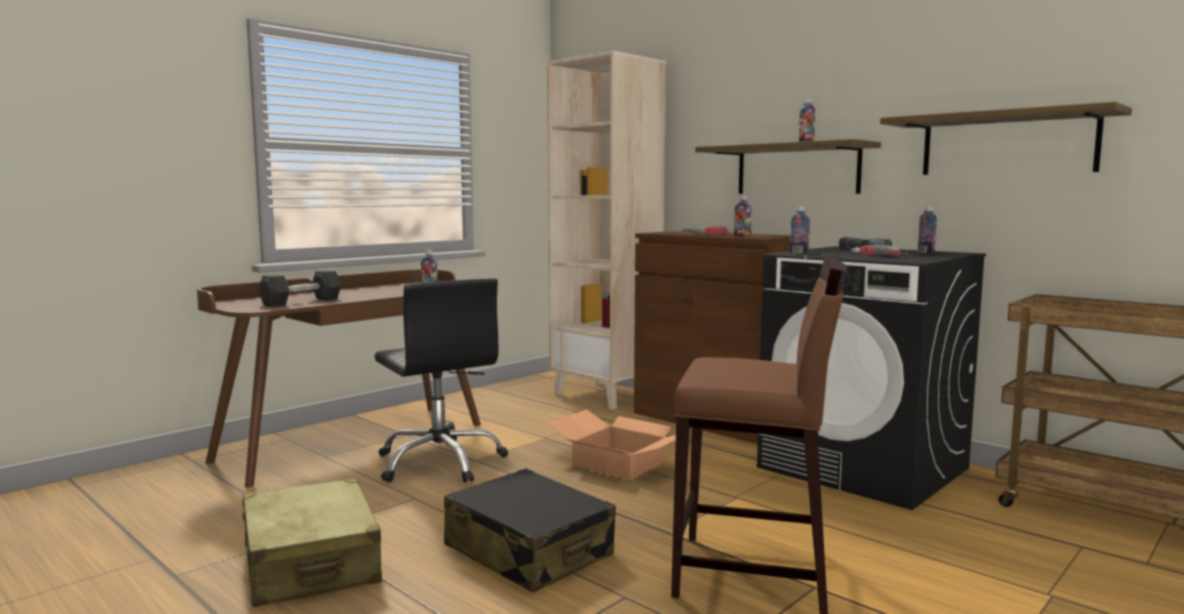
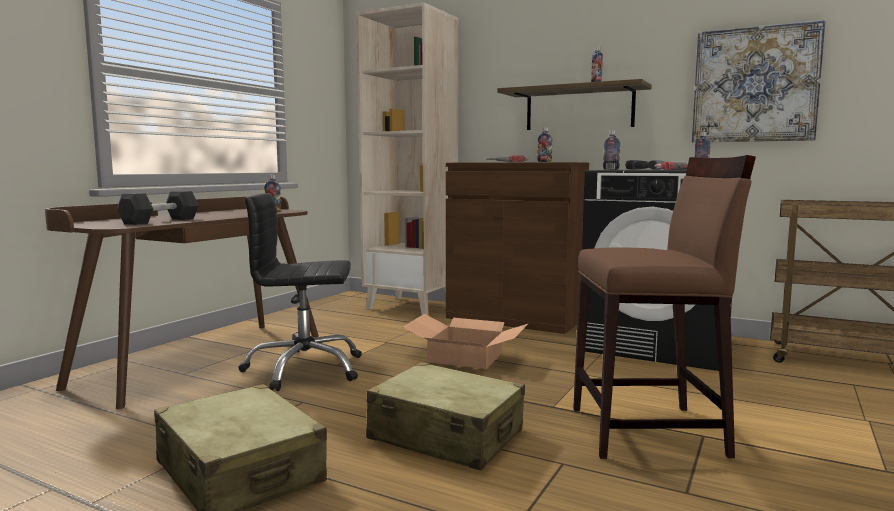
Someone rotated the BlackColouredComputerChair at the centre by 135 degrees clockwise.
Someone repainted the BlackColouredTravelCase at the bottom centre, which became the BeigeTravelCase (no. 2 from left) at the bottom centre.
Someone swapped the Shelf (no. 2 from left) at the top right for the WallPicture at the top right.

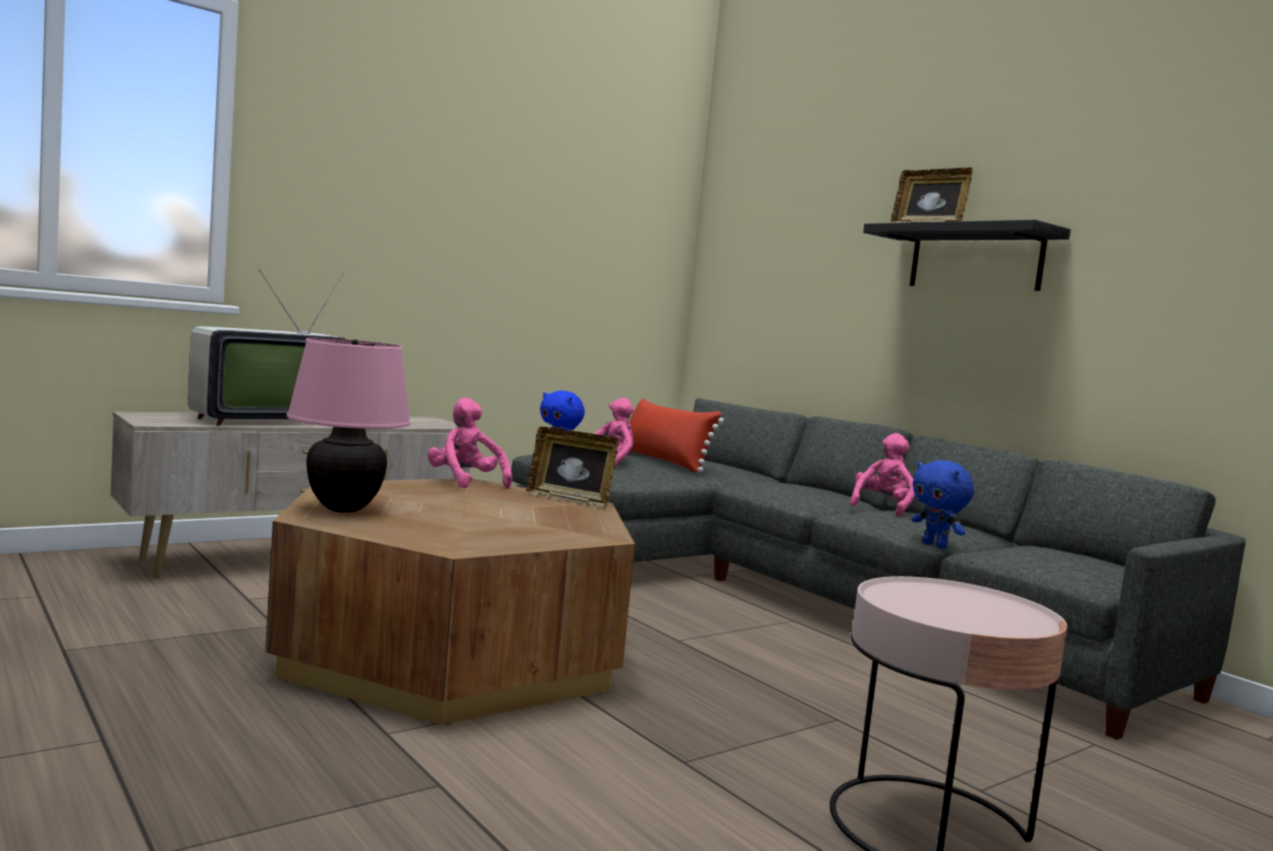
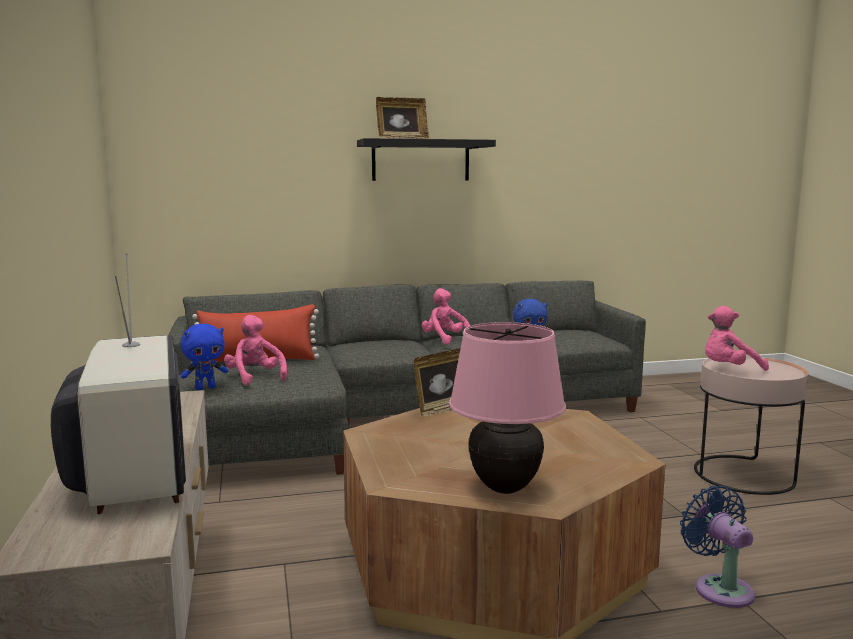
Someone carried the PinkCuddlyToy (no. 1 from left in the first image) from the centre to the middle right.
Someone put down the BluishElectricFan at the bottom right.

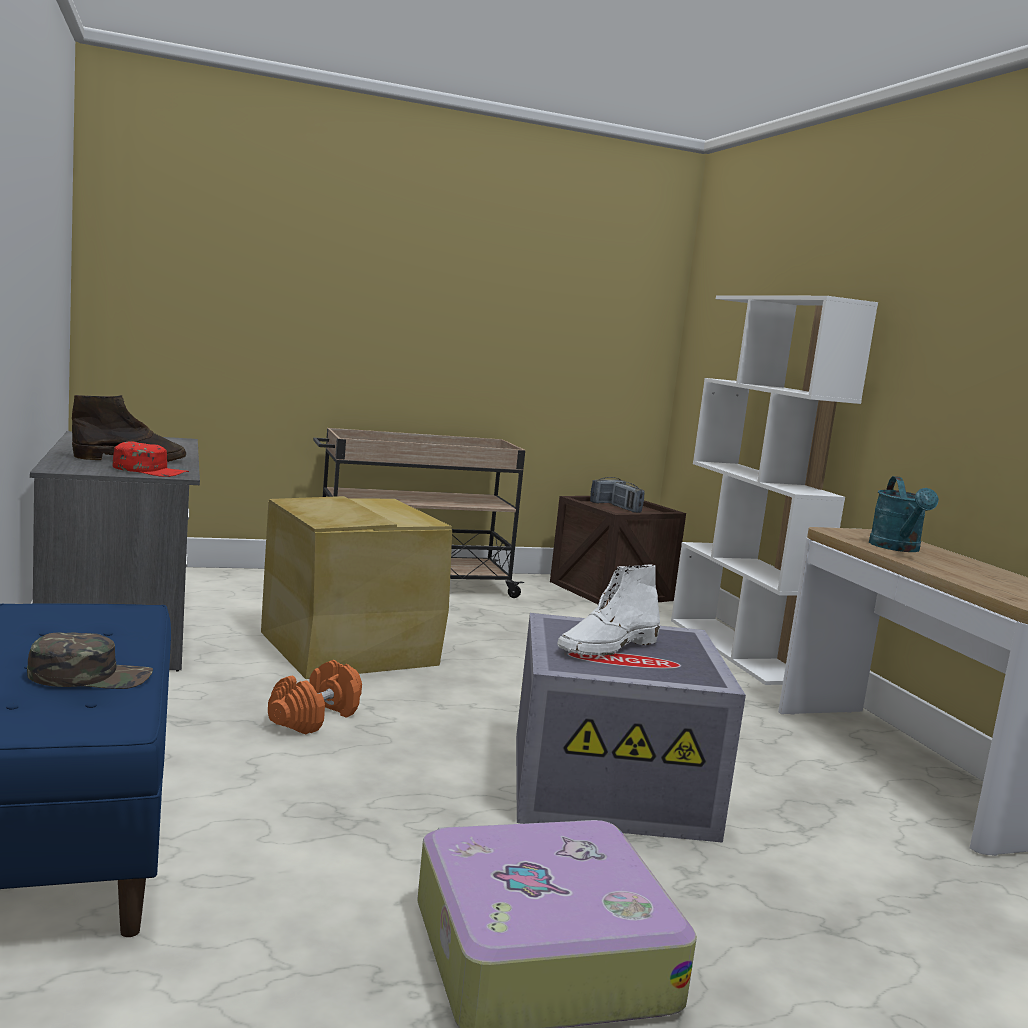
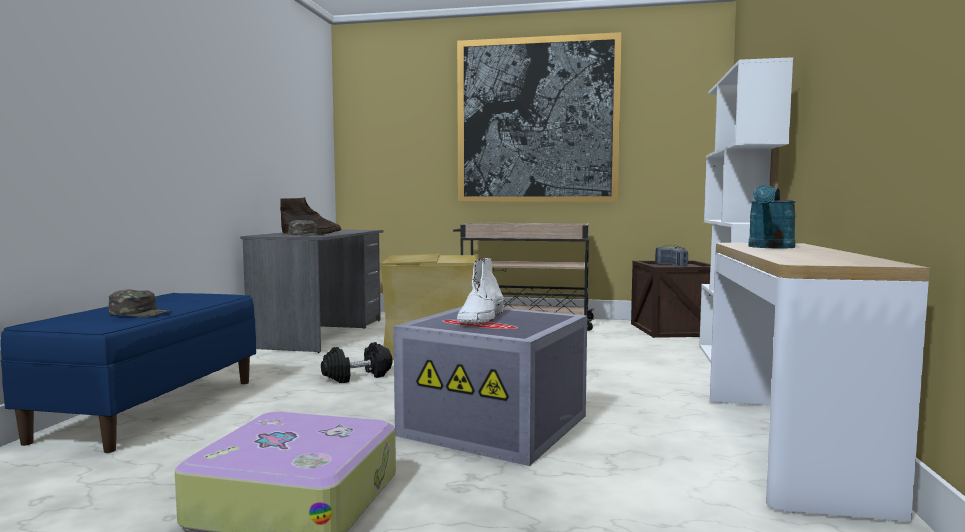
Someone repainted the RedColouredCap at the middle left, which became the GreenColouredCap (no. 2 from left) at the middle left.
Someone repainted the OrangeHandWeight at the bottom left, which became the BlackColouredHandWeight at the bottom centre.
Someone rotated the WhitishTallBoot at the centre by 60 degrees counterclockwise.
Someone put up the WallPicture at the top centre.

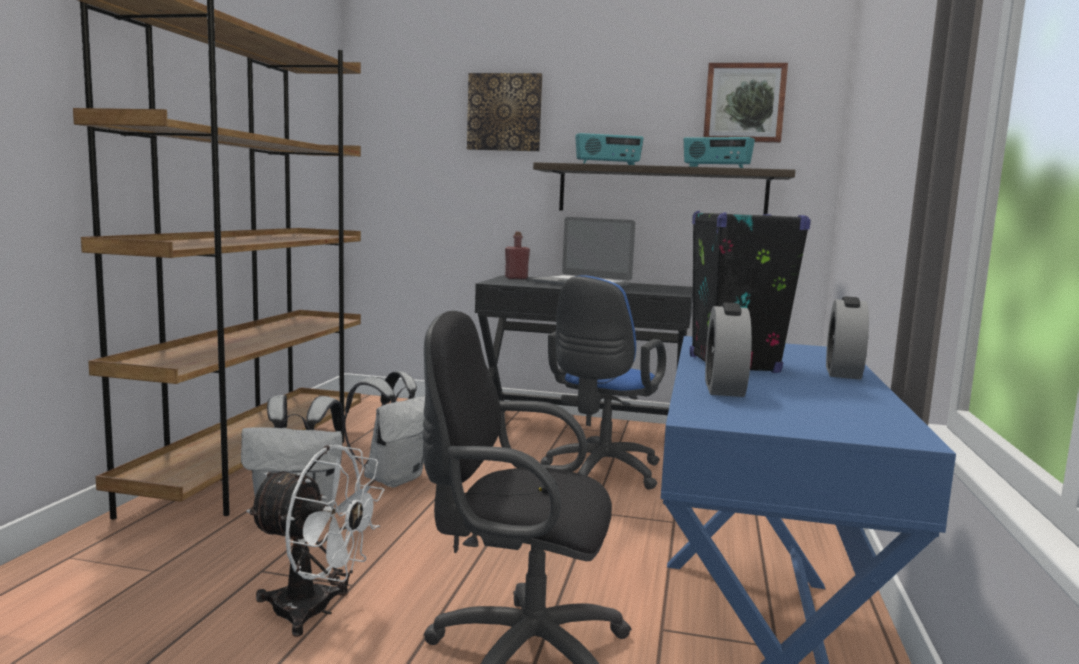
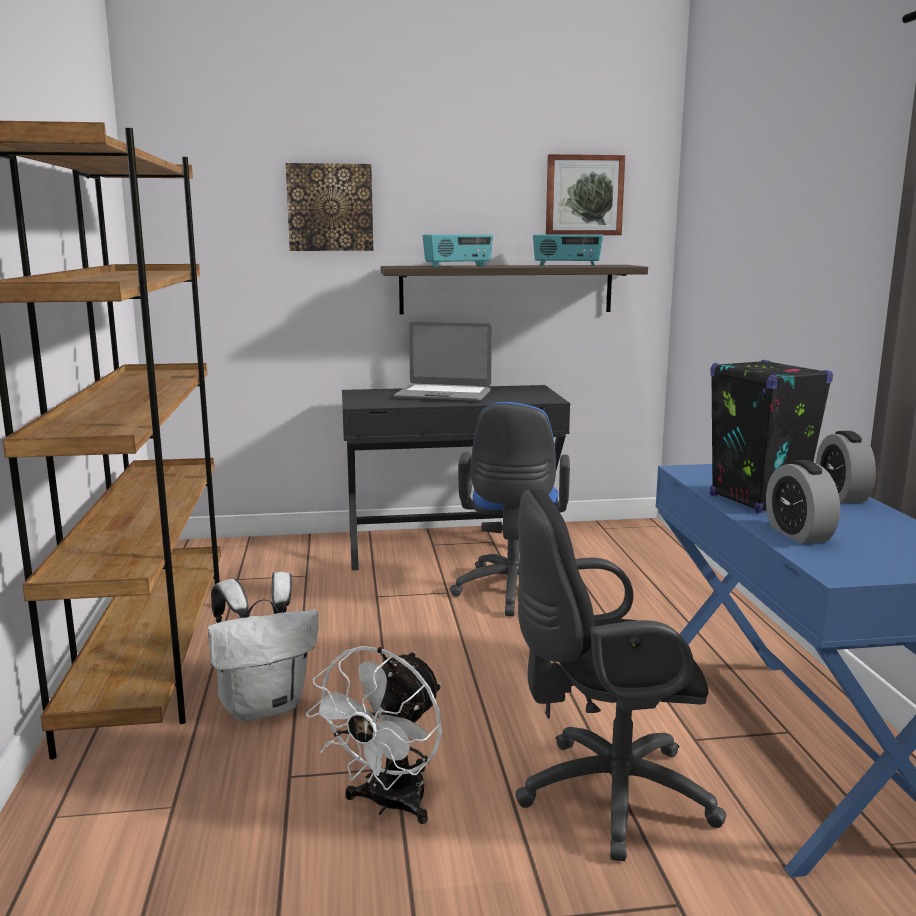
Someone rotated the WhitishElectricFan at the bottom left by 120 degrees clockwise.
Someone took away the WhitishKnapsack (no. 2 from left) at the centre.
Someone took away the RedColouredDrinkBottle at the centre.

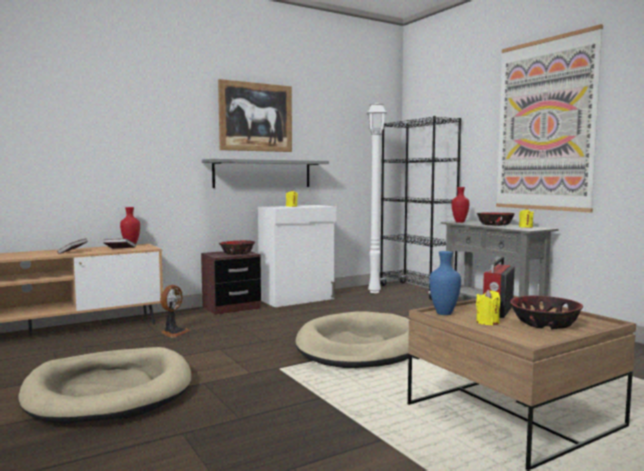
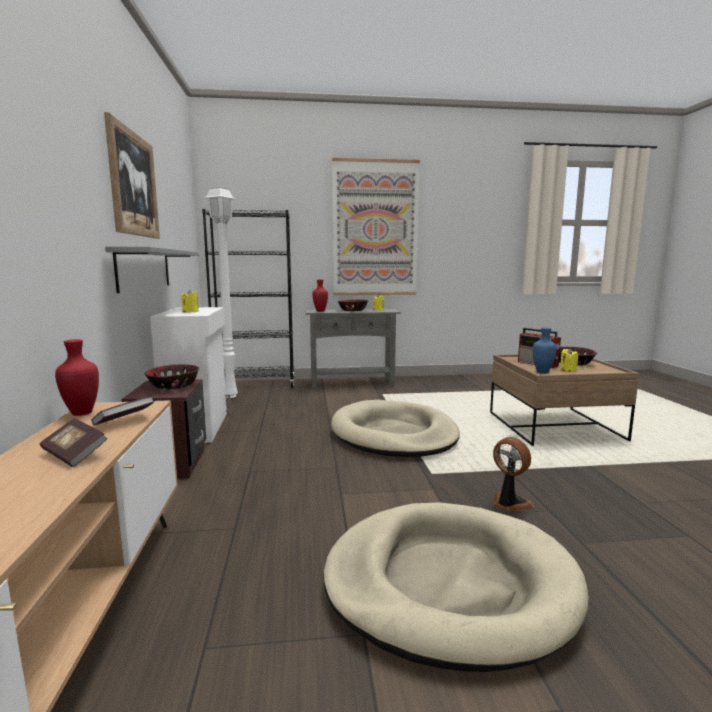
Someone carried the ElectricFan from the middle left to the middle right.

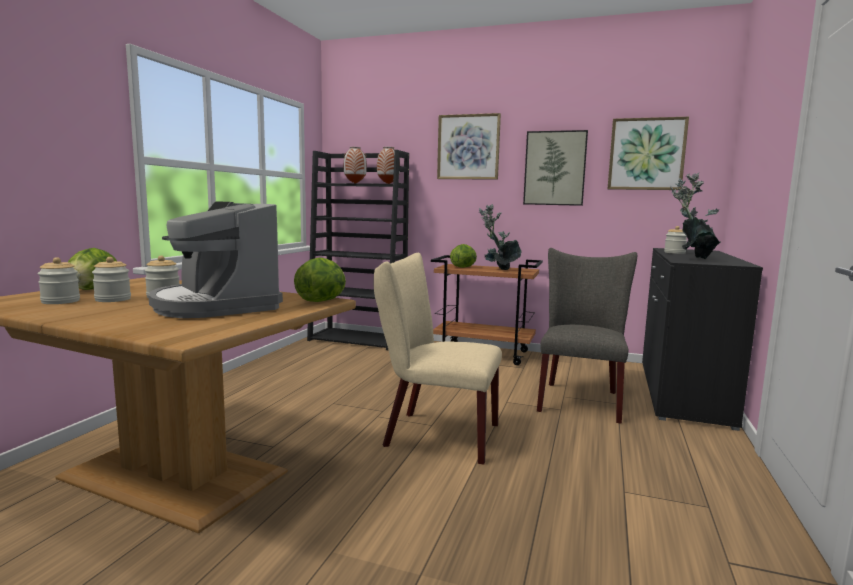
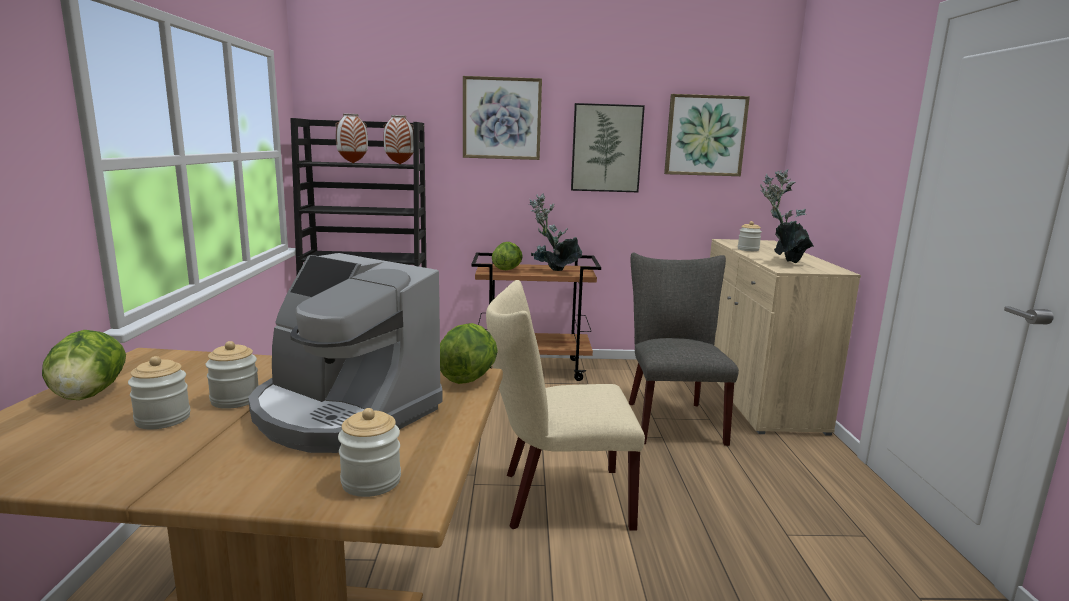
Someone carried the Jar (no. 1 from left in the first image) from the middle left to the bottom centre.
Someone repainted the BlackColouredCabinet at the middle right, which became the BeigeCabinet at the middle right.

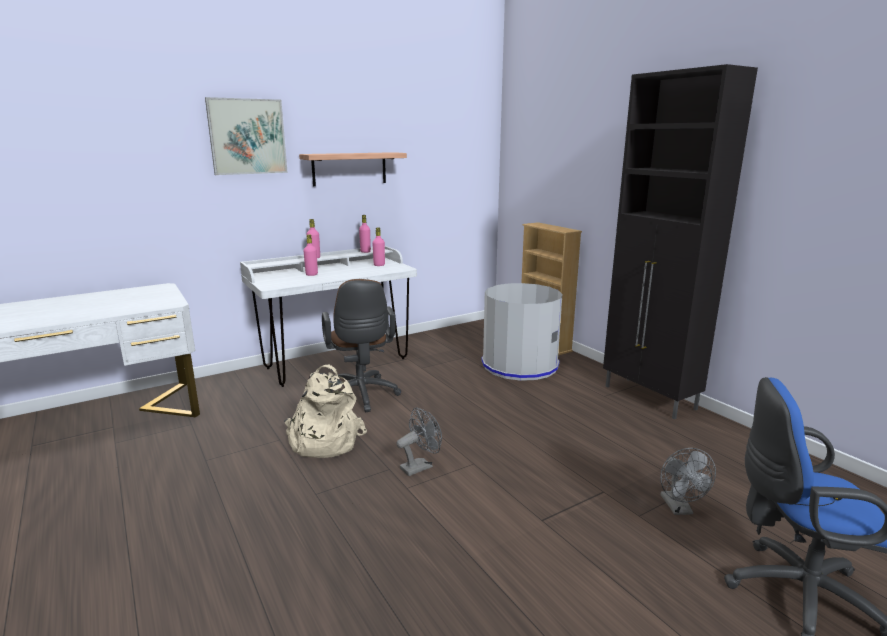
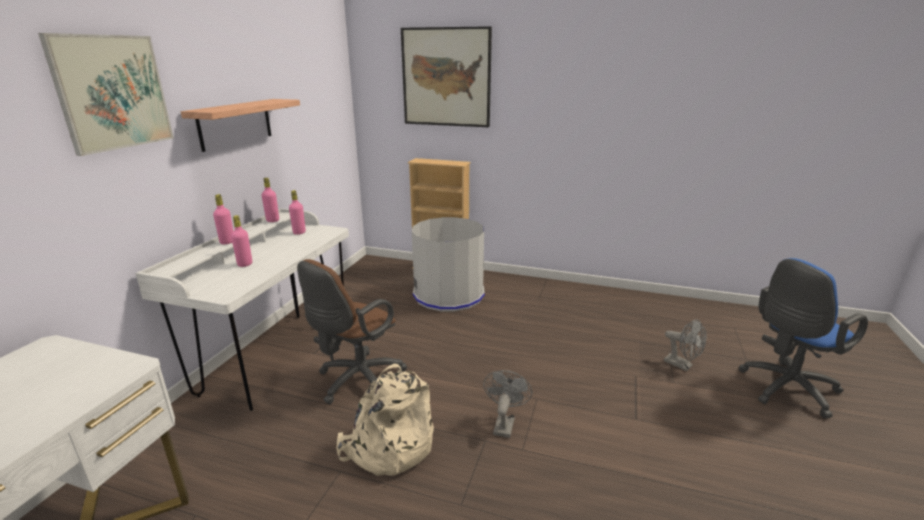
Someone rotated the BrownColouredComputerChair at the centre by 90 degrees clockwise.
Someone took away the BlackColouredCabinet at the middle right.
Someone put up the WallPicture (no. 2 from left) at the top centre.

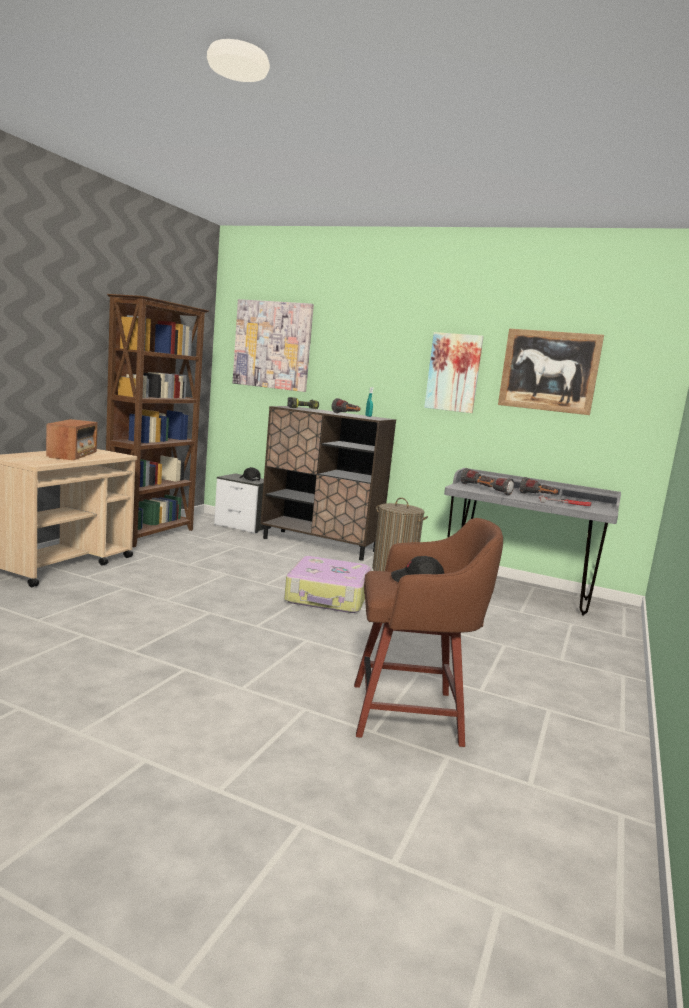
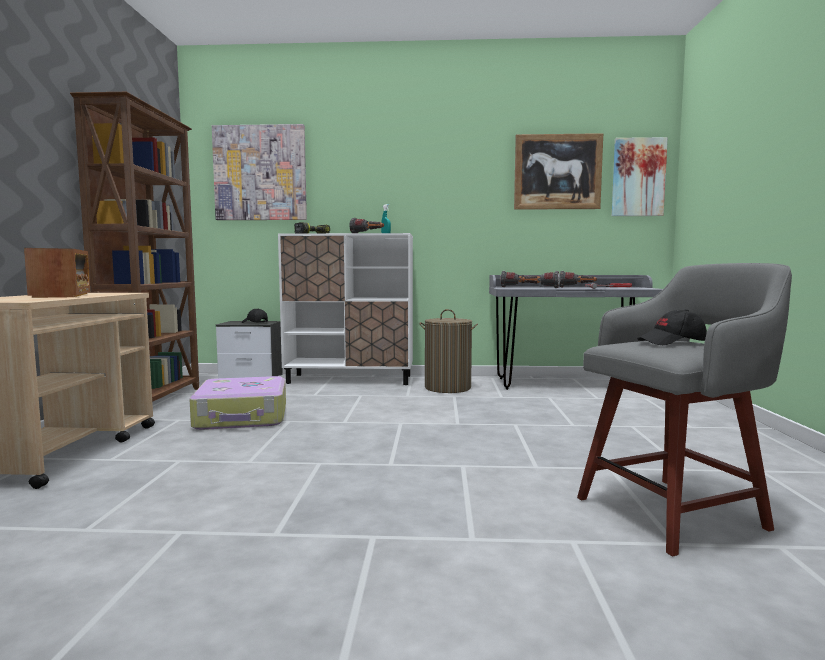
Someone repainted the BrownColouredCabinet at the centre, which became the WhitishCabinet at the centre.
Someone carried the TravelCase from the centre to the middle left.
Someone repainted the BrownColouredStoolSeat at the centre, which became the GrayStoolSeat at the middle right.
Someone carried the WallPicture (no. 2 from left in the first image) from the centre to the top right.

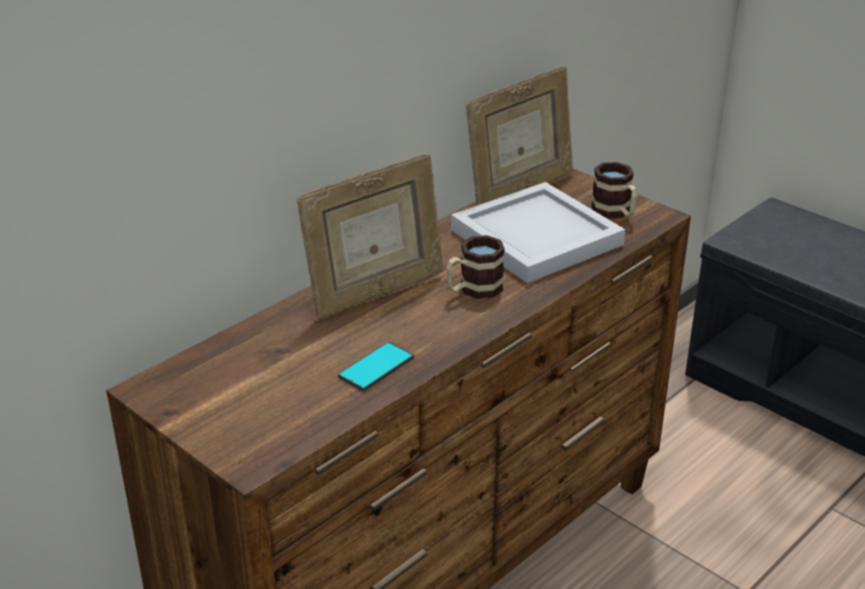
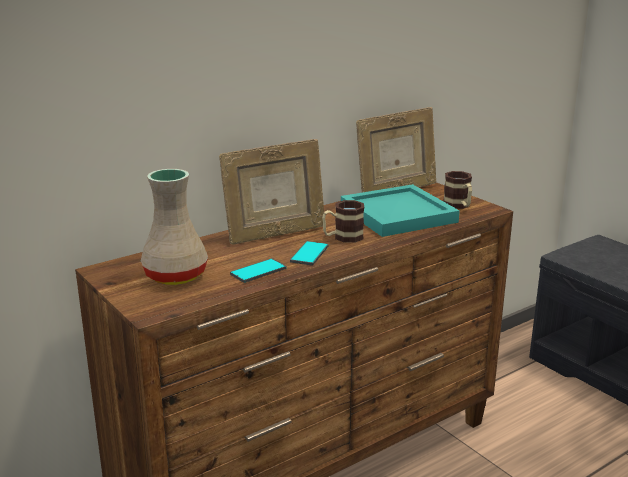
Someone repainted the WhitishServingTray at the centre, which became the TurquoiseServingTray at the centre.
Someone put down the BeigeVase at the middle left.
Someone put down the Handset (no. 2 from left) at the centre.

